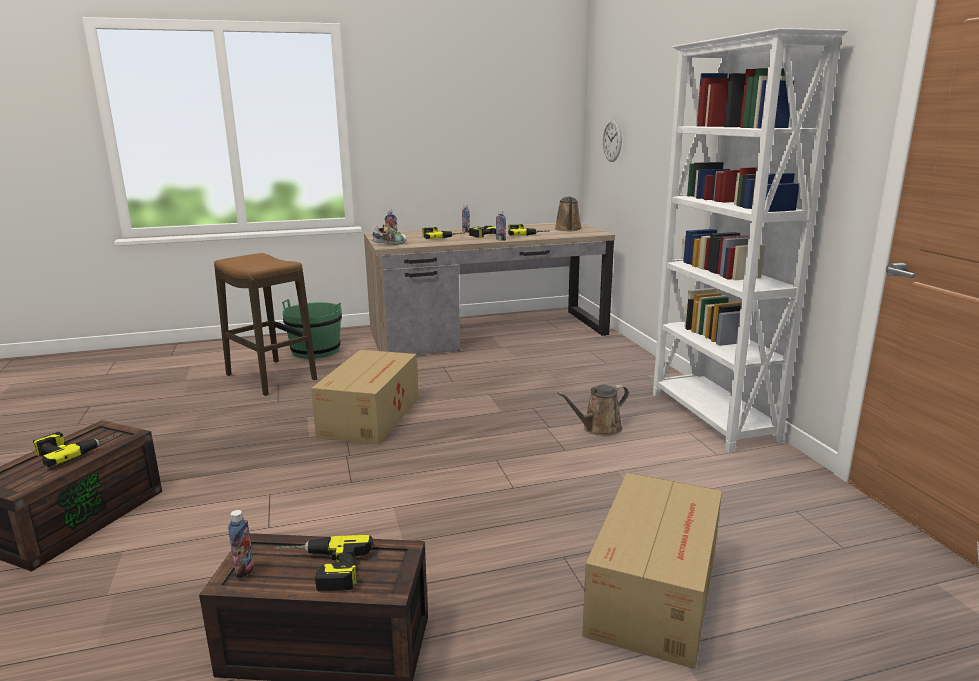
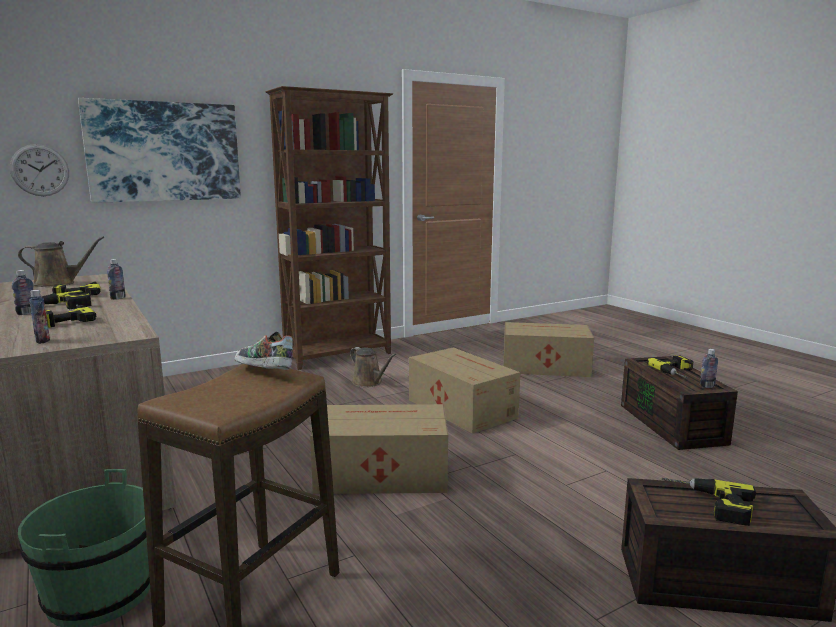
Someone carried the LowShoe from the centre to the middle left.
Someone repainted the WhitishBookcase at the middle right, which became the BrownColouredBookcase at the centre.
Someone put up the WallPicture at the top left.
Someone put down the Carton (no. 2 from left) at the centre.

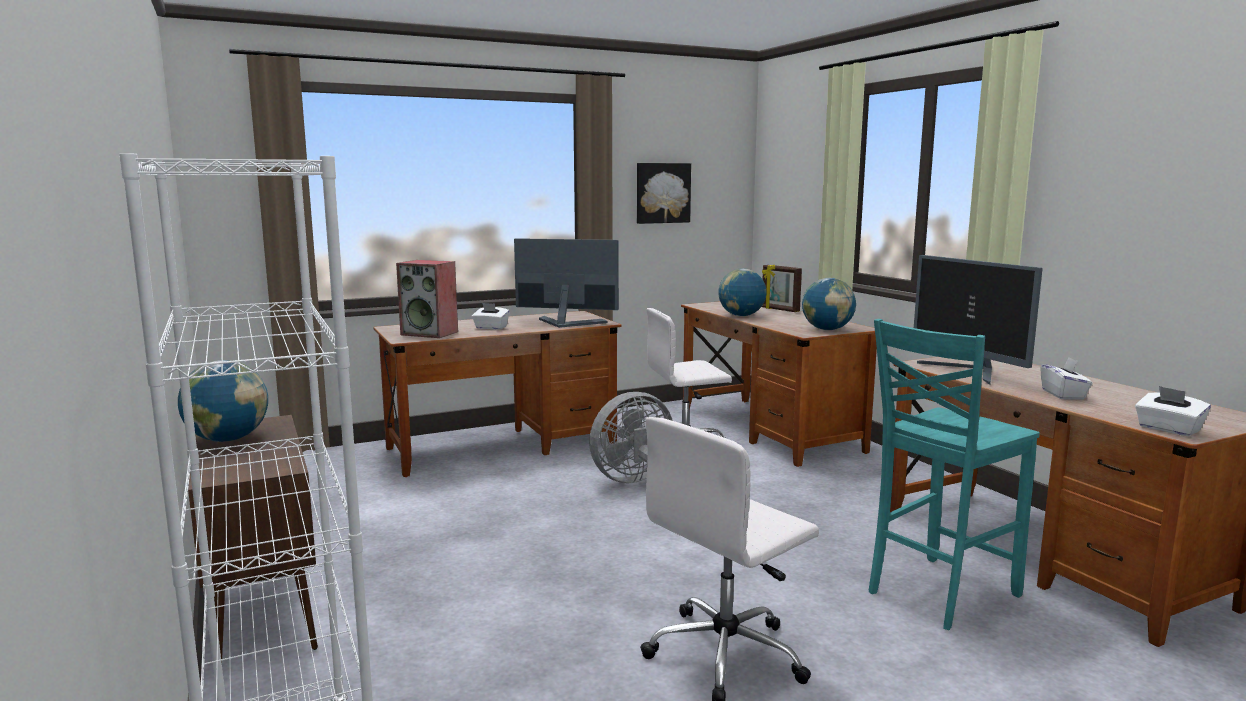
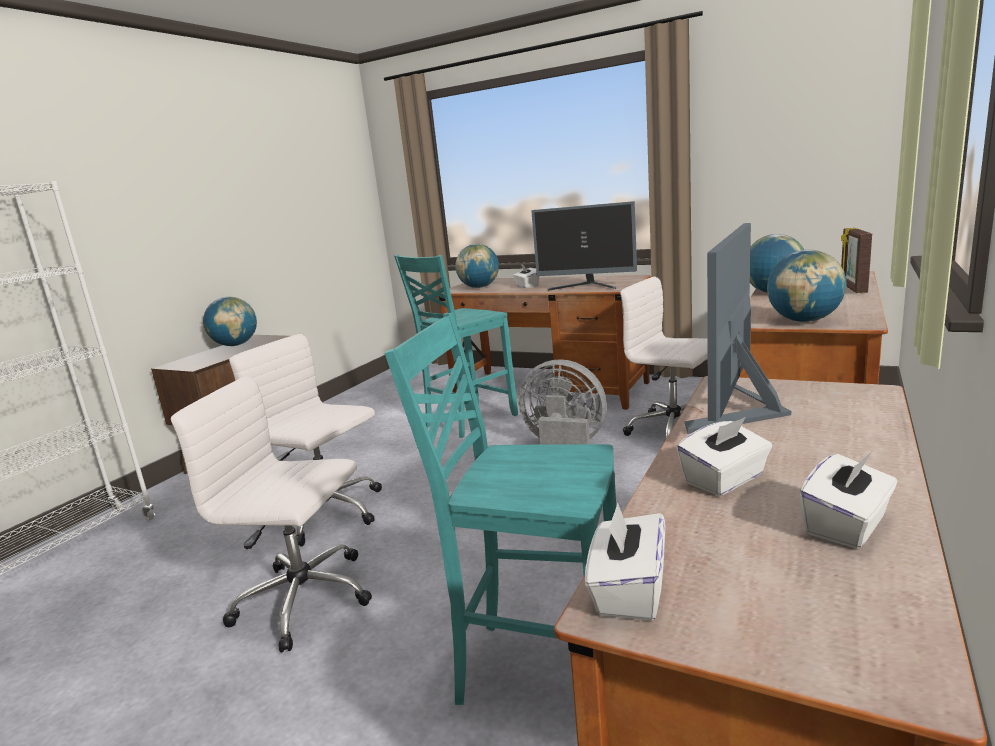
Someone swapped the Loudspeaker at the centre for the WorldGlobe (no. 2 from left) at the centre.
Someone rotated the ComputerScreen (no. 1 from left) at the centre by 135 degrees clockwise.
Someone took away the WallPicture at the top centre.
Someone put down the WhitishComputerChair (no. 2 from left) at the middle left.
Someone put down the TurquoiseChair (no. 1 from left) at the centre.
Someone put down the WhitishTissueBox (no. 4 from left) at the bottom right.

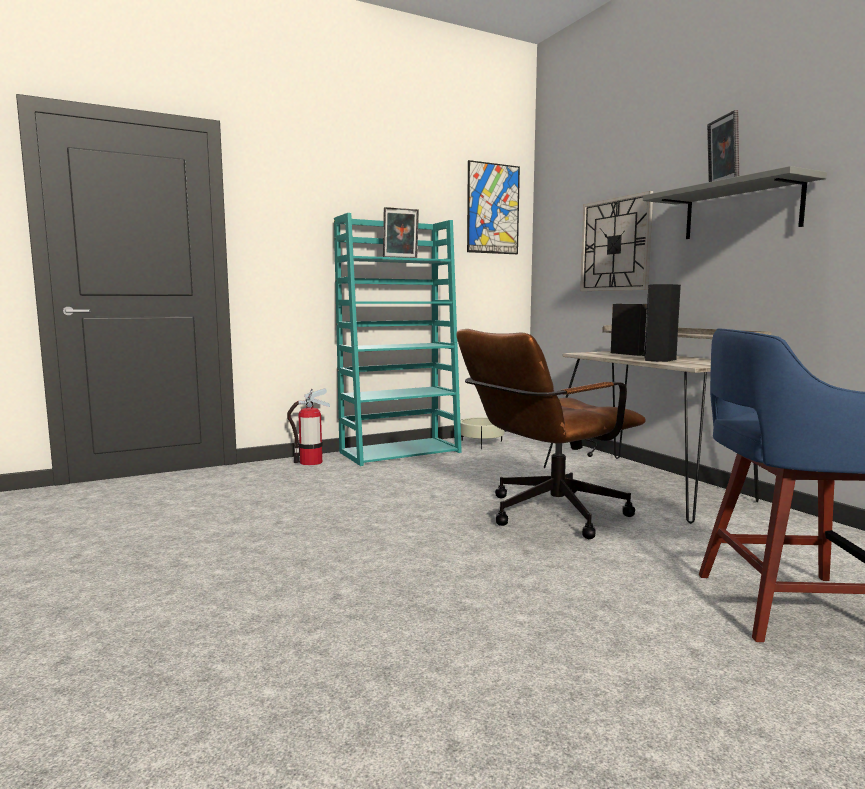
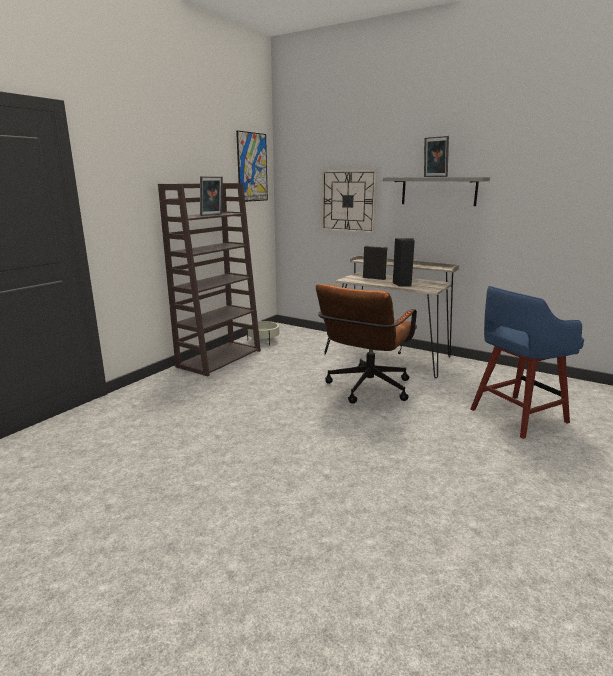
Someone took away the Extinguisher at the centre.
Someone repainted the TurquoiseBookcase at the centre, which became the BrownColouredBookcase at the centre.

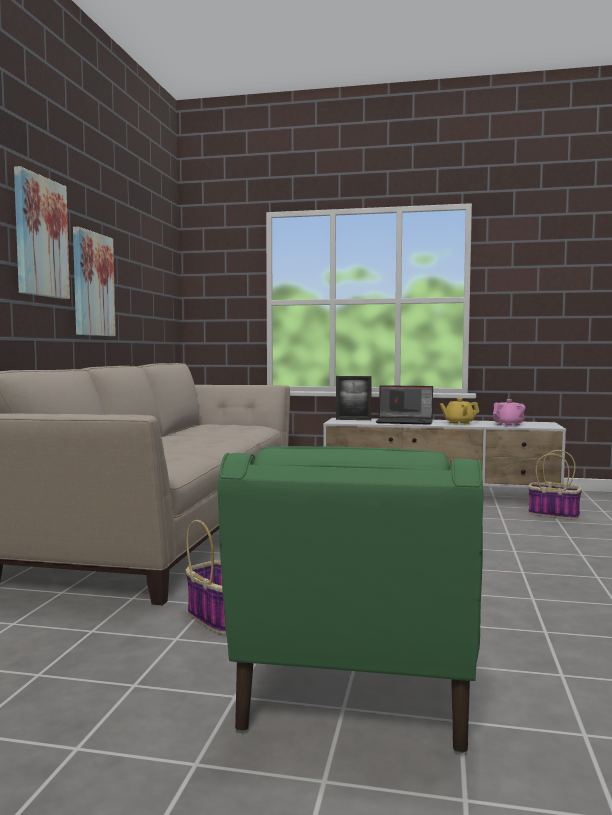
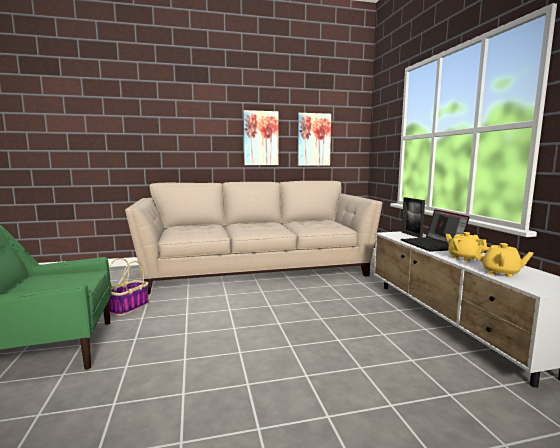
Someone carried the WallPicture (no. 1 from left in the first image) from the top left to the top centre.
Someone repainted the PinkTeapot at the middle right, which became the YellowishTeapot (no. 2 from left) at the middle right.
Someone took away the HouseholdBasket (no. 2 from left) at the middle right.

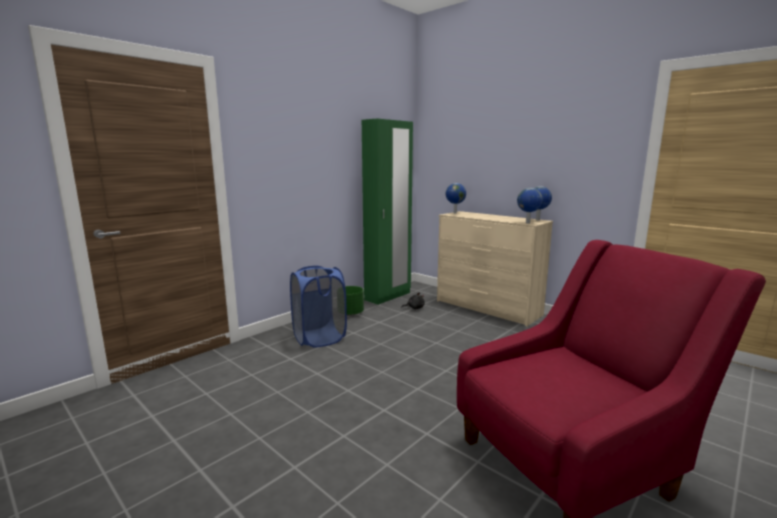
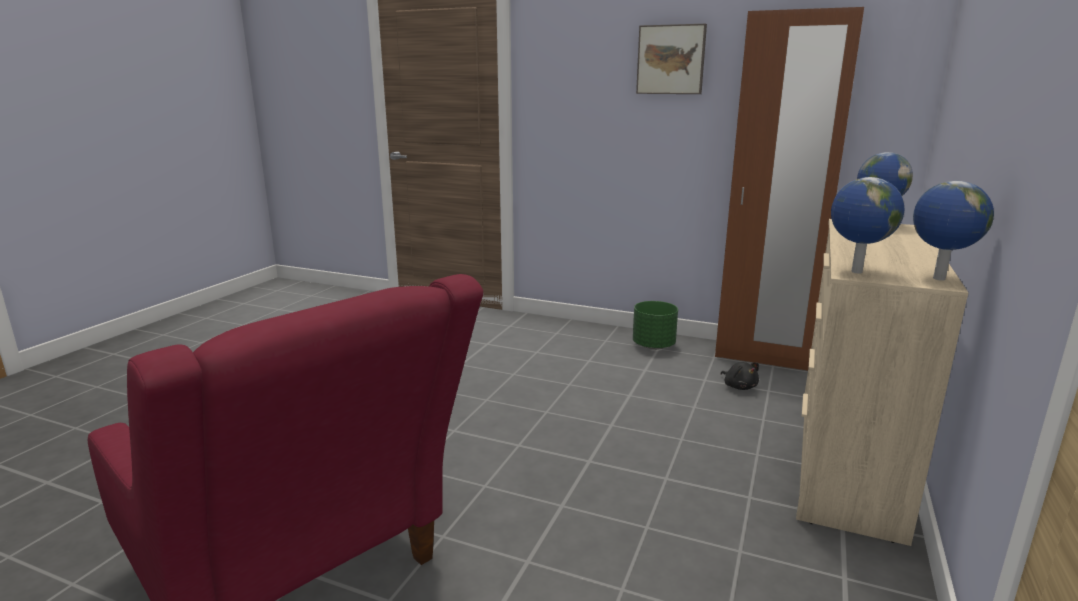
Someone took away the BluishLaundryBasket at the centre.
Someone repainted the GreenColouredArmoire at the centre, which became the BrownColouredArmoire at the top right.
Someone put up the WallPicture at the top centre.

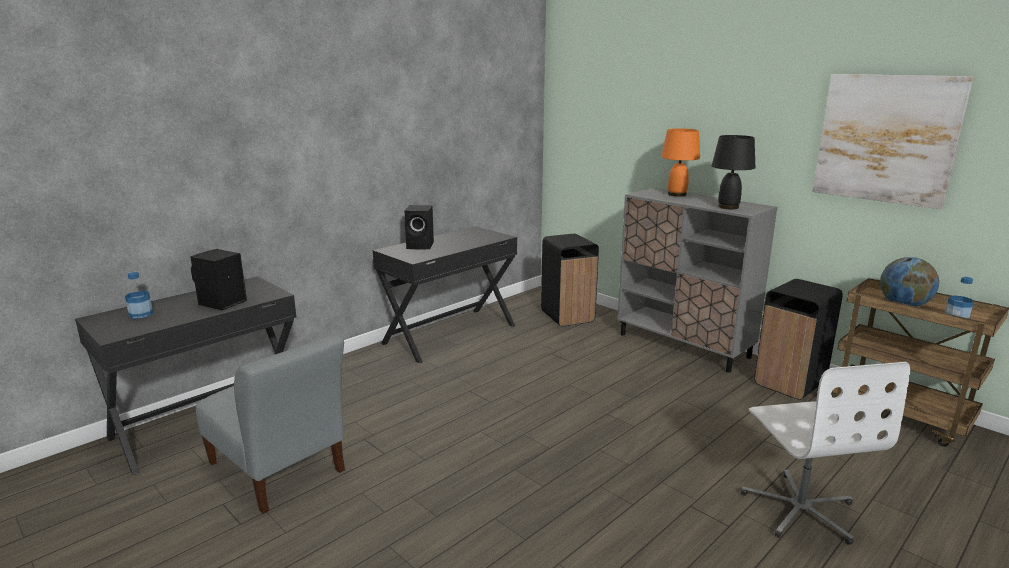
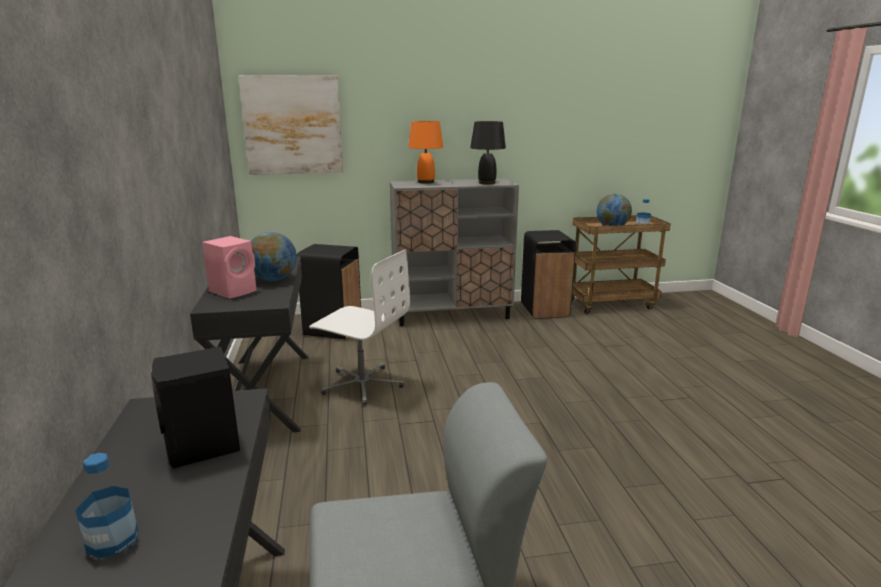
Someone repainted the BlackColouredLoudspeaker (no. 2 from left) at the centre, which became the PinkLoudspeaker at the middle left.
Someone carried the WhitishComputerChair from the bottom right to the centre.
Someone carried the WallPicture from the top right to the top left.
Someone put down the WorldGlobe (no. 1 from left) at the middle left.

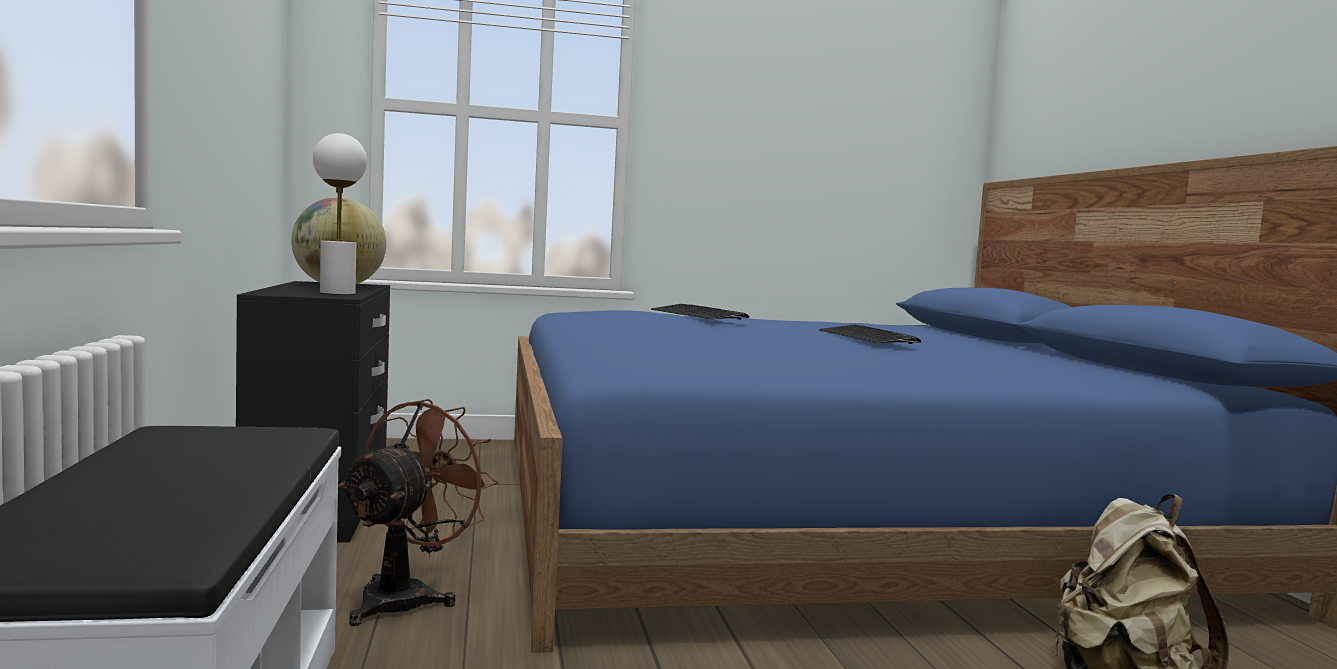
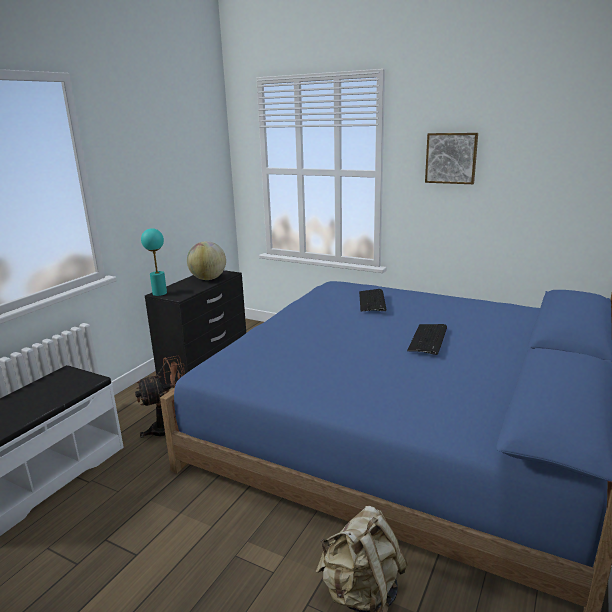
Someone took away the WhitishLampForATable at the top left.
Someone put down the TurquoiseLampForATable at the middle left.
Someone put up the WallPicture at the top right.

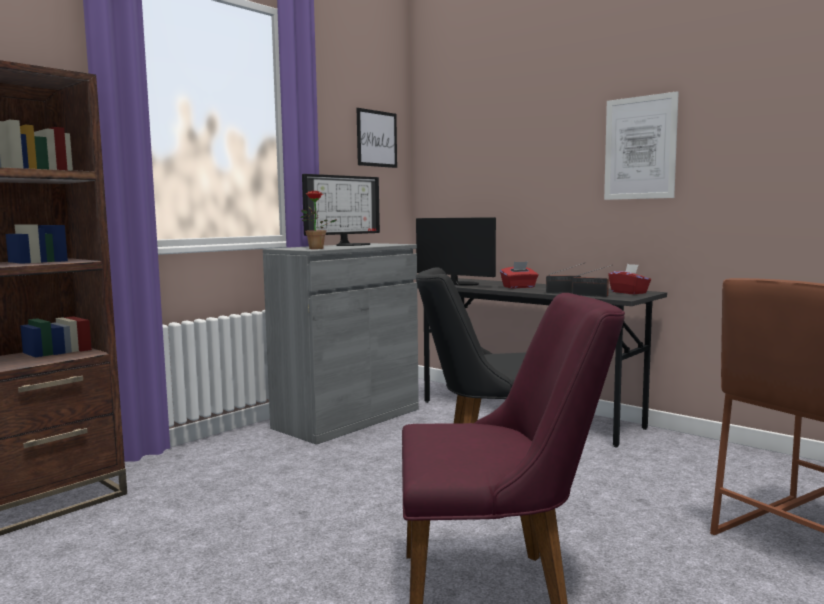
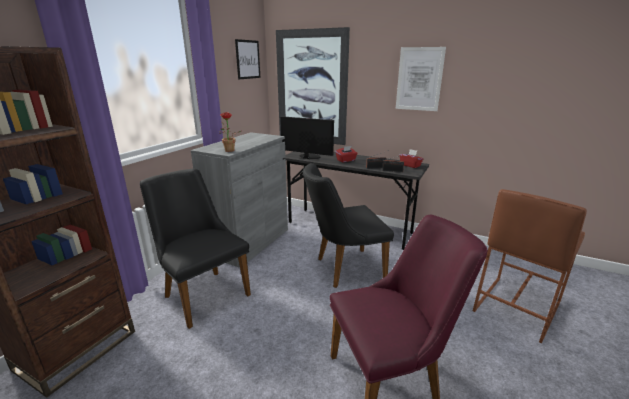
Someone took away the ComputerScreen (no. 1 from left) at the centre.
Someone put down the BlackColouredChair (no. 1 from left) at the middle left.
Someone put up the WallPicture (no. 2 from left) at the top centre.

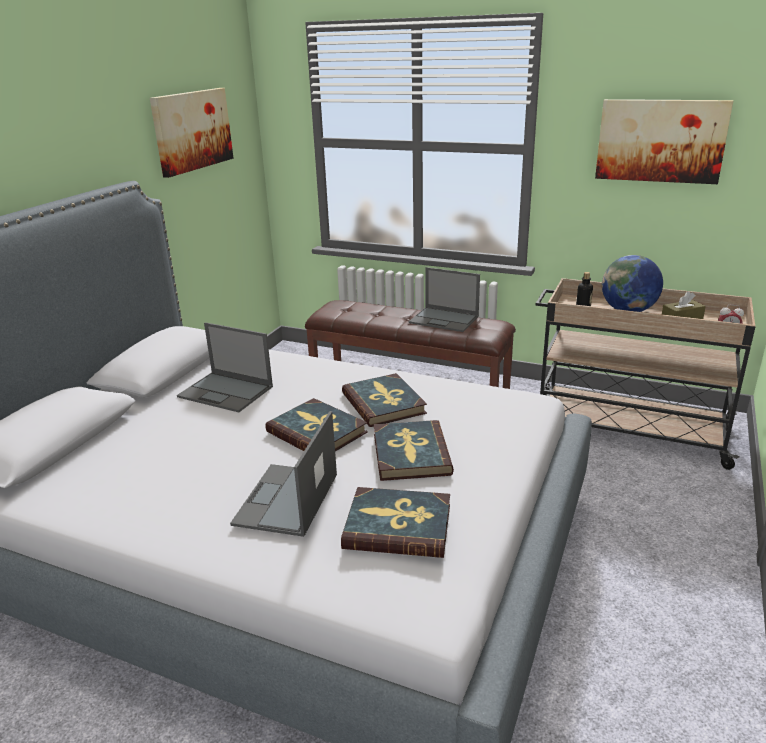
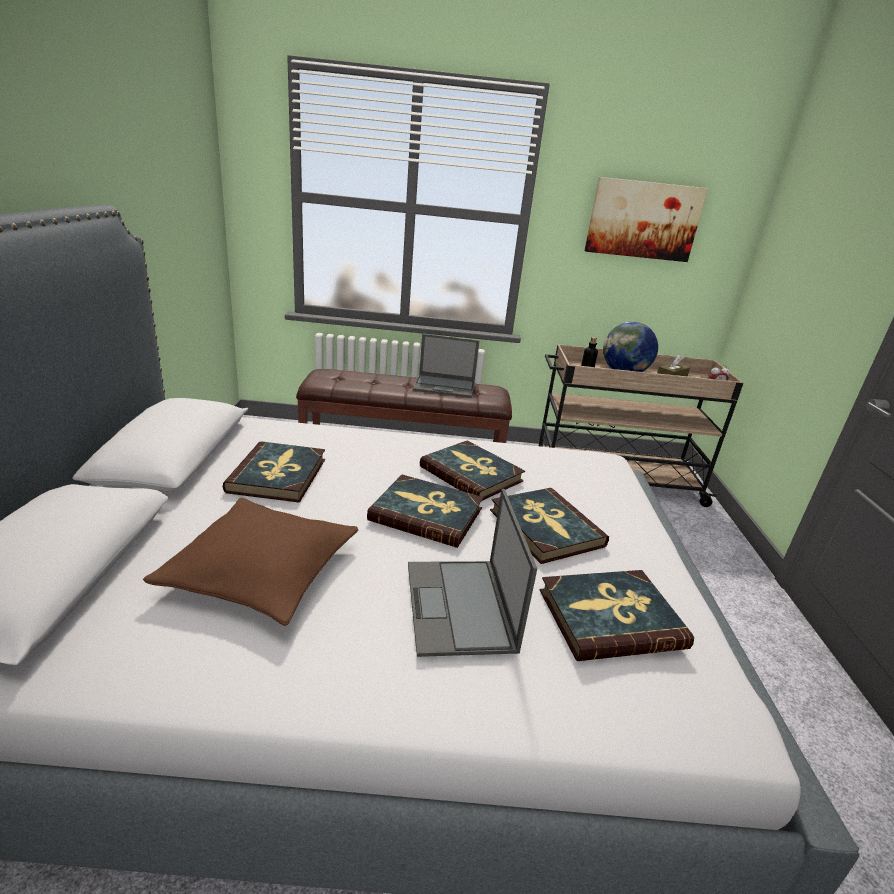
Someone took away the WallPicture (no. 1 from left) at the top left.
Someone swapped the NotebookComputer (no. 1 from left) at the middle left for the Book (no. 1 from left) at the middle left.
Someone put down the BrownColouredThrowPillow at the middle left.

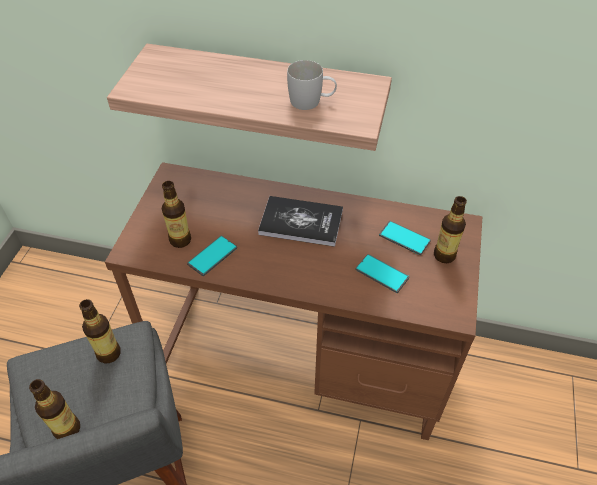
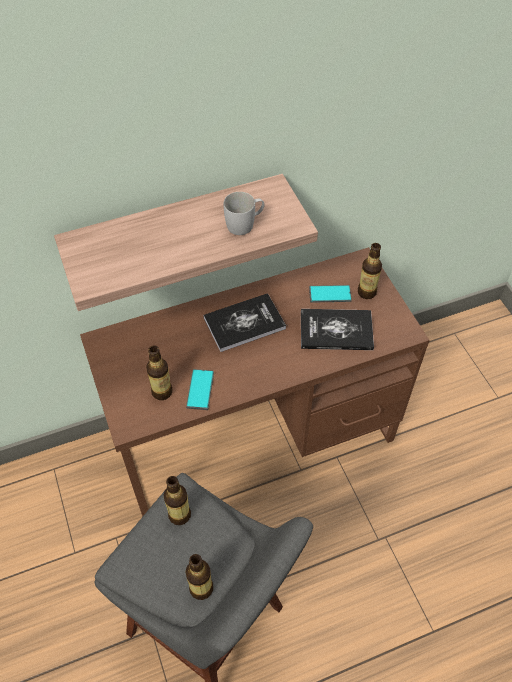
Someone swapped the Handset (no. 2 from left) at the centre for the Book (no. 2 from left) at the centre.

